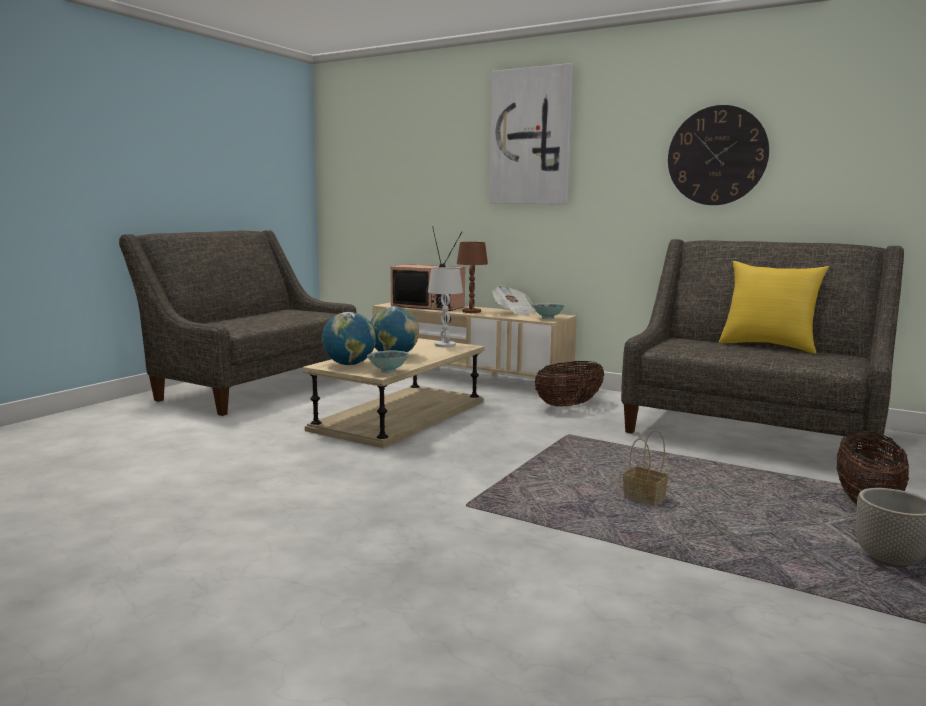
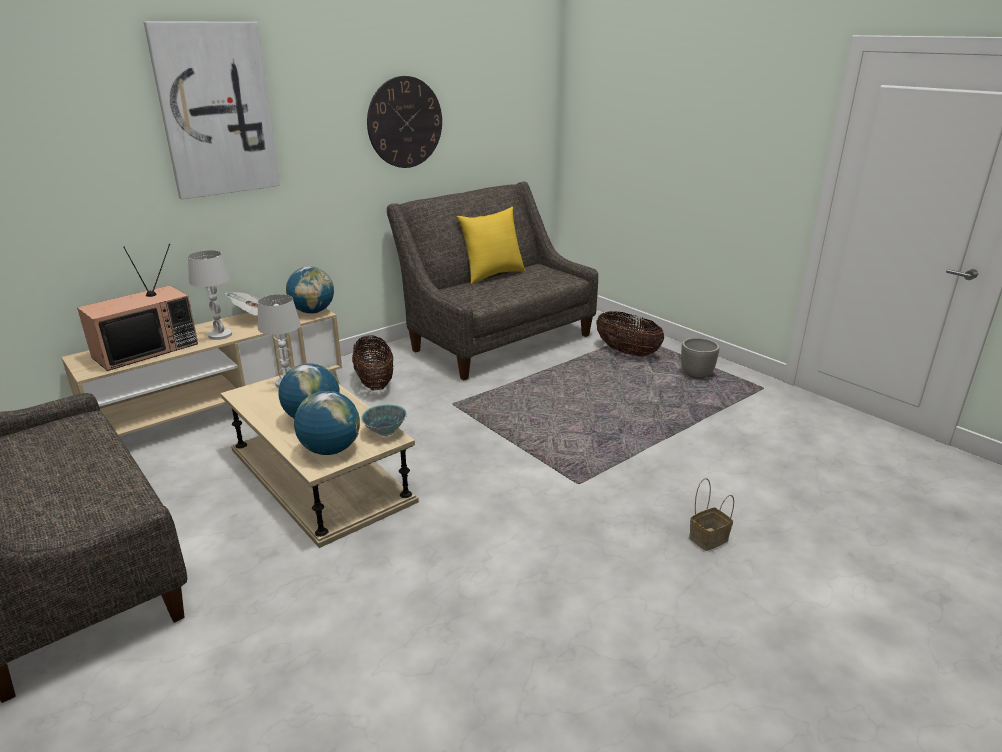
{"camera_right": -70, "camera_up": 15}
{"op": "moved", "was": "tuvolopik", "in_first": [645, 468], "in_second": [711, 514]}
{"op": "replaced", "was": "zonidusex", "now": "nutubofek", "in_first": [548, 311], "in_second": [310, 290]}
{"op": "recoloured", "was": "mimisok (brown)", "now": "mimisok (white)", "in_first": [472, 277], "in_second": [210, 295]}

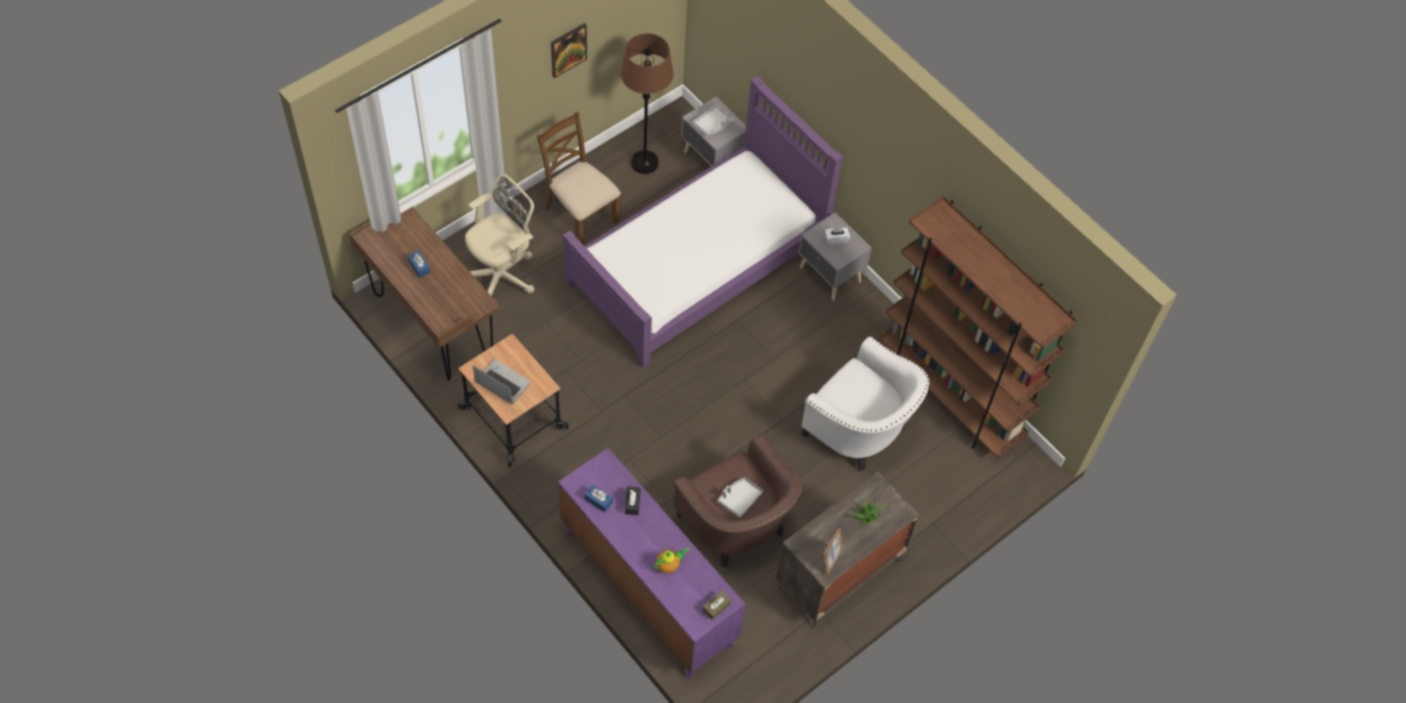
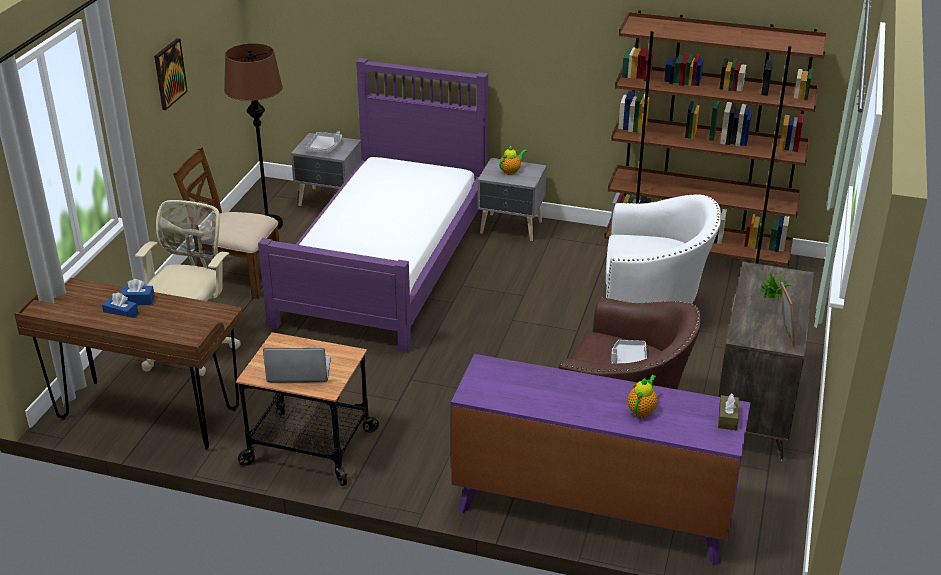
{"camera_right": -30, "camera_up": -25}
{"op": "removed", "was": "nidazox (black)", "in_first": [633, 500]}
{"op": "moved", "was": "nidazox (blue)", "in_first": [598, 498], "in_second": [137, 292]}
{"op": "replaced", "was": "nidazox (white)", "now": "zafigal", "in_first": [837, 236], "in_second": [513, 160]}

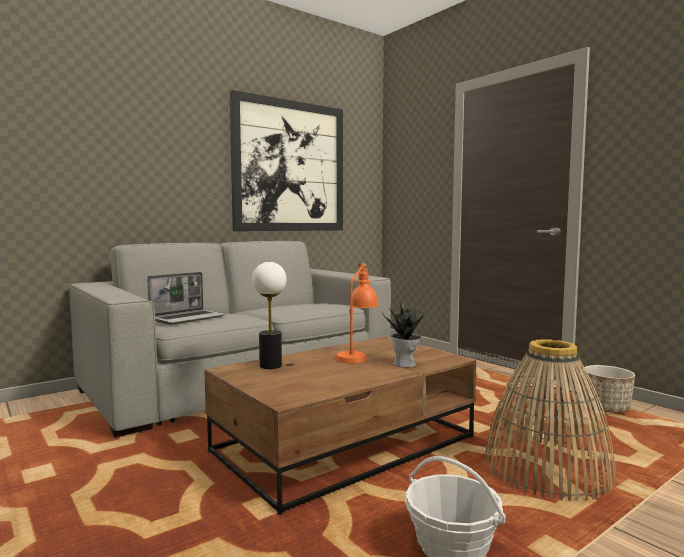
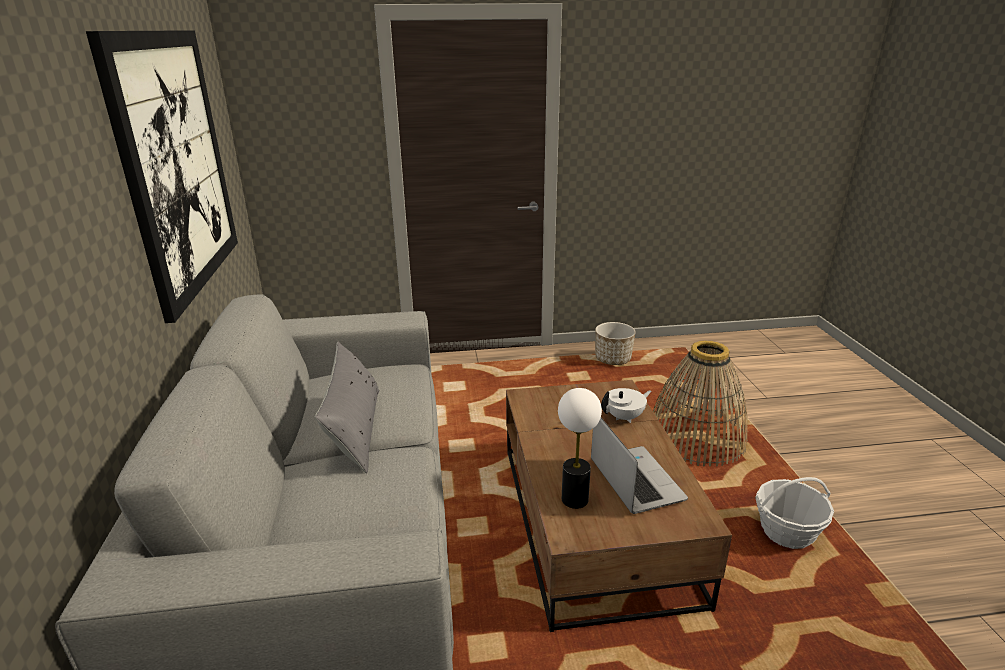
{"camera_right": -60, "camera_up": 20}
{"op": "removed", "was": "mimisok (orange)", "in_first": [357, 313]}
{"op": "added", "now": "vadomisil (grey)", "in_second": [347, 408]}
{"op": "moved", "was": "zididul", "in_first": [186, 298], "in_second": [639, 466]}
{"op": "replaced", "was": "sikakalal", "now": "zafigal (white)", "in_first": [403, 333], "in_second": [626, 405]}

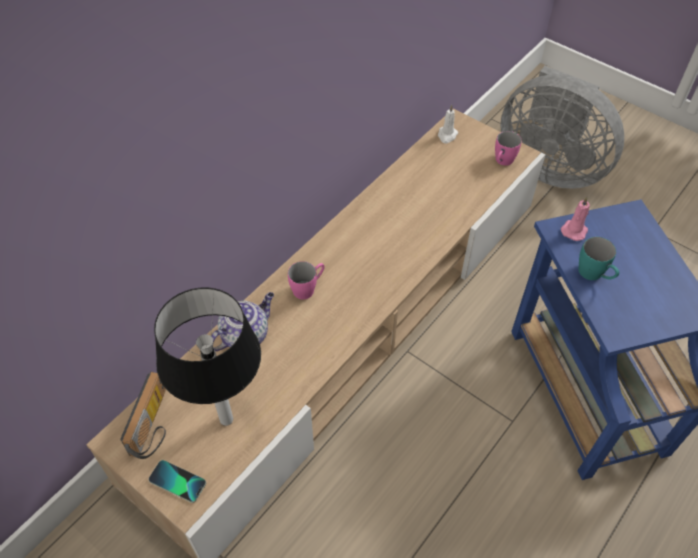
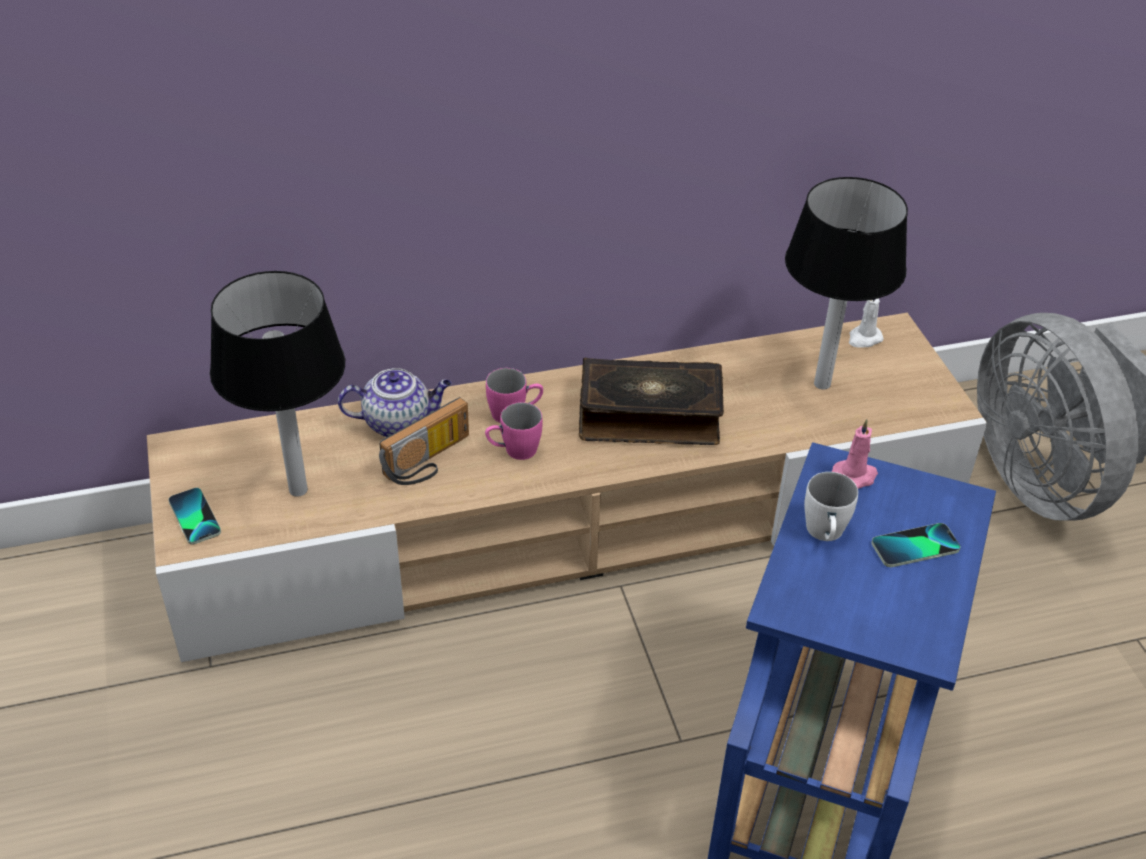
{"camera_right": 35, "camera_up": -10}
{"op": "added", "now": "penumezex", "in_second": [651, 401]}
{"op": "added", "now": "mimisok", "in_second": [846, 283]}
{"op": "added", "now": "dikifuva", "in_second": [916, 545]}
{"op": "moved", "was": "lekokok", "in_first": [143, 415], "in_second": [424, 441]}
{"op": "moved", "was": "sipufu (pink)", "in_first": [508, 148], "in_second": [514, 431]}
{"op": "recoloured", "was": "sipufu (turquoise)", "now": "sipufu (white)", "in_first": [598, 258], "in_second": [831, 506]}

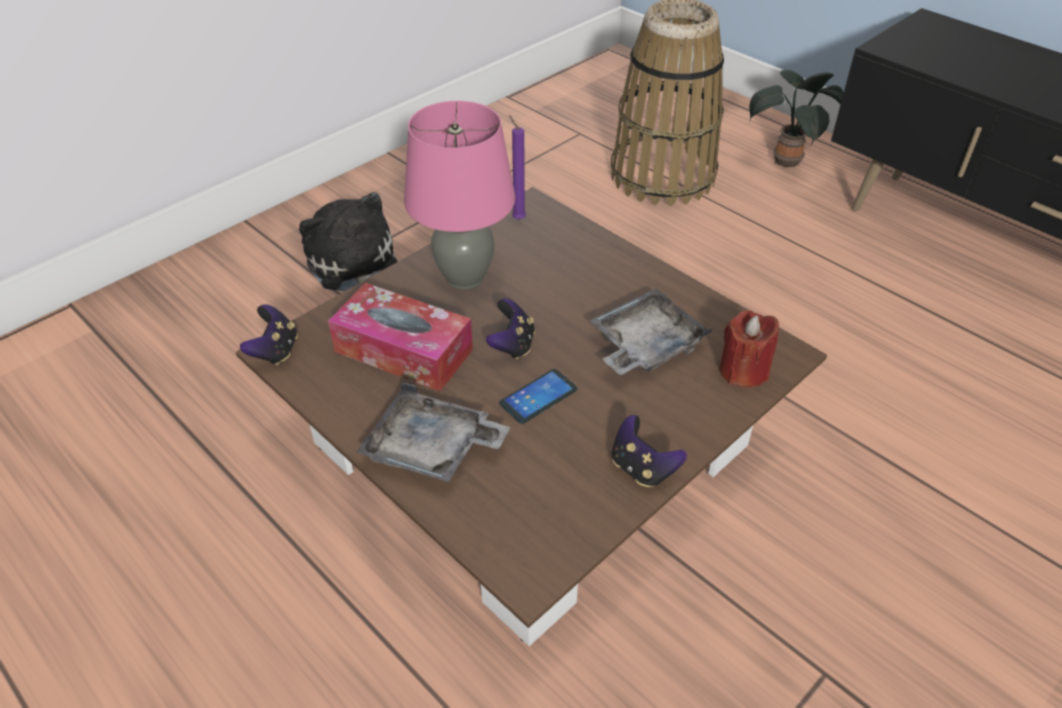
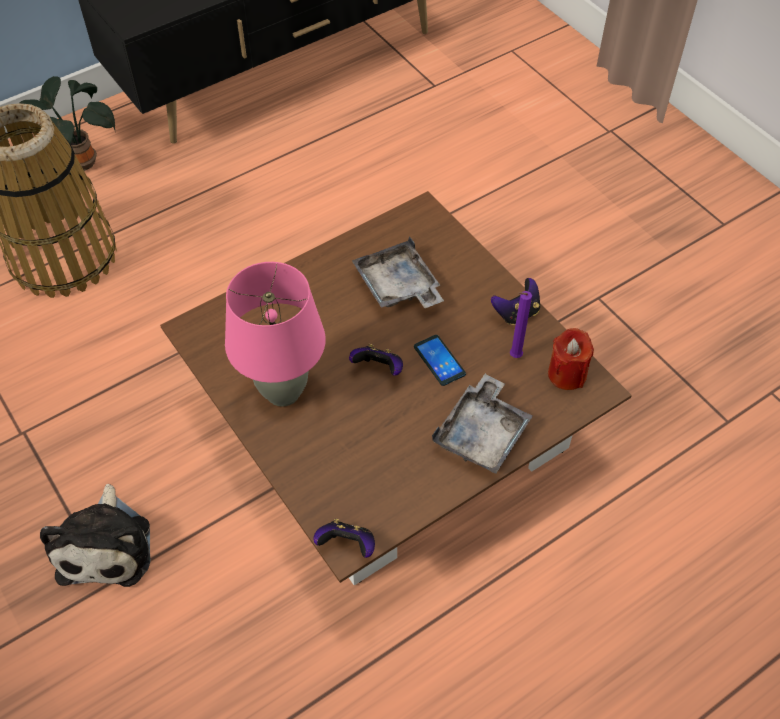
{"camera_right": -80, "camera_up": 10}
{"op": "removed", "was": "nidazox", "in_first": [400, 337]}
{"op": "moved", "was": "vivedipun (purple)", "in_first": [517, 167], "in_second": [521, 324]}
{"op": "moved", "was": "vivedipun (red)", "in_first": [749, 349], "in_second": [571, 359]}
{"op": "turned", "was": "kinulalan", "in_first": [348, 242], "in_second": [95, 535], "clockwise": -75}

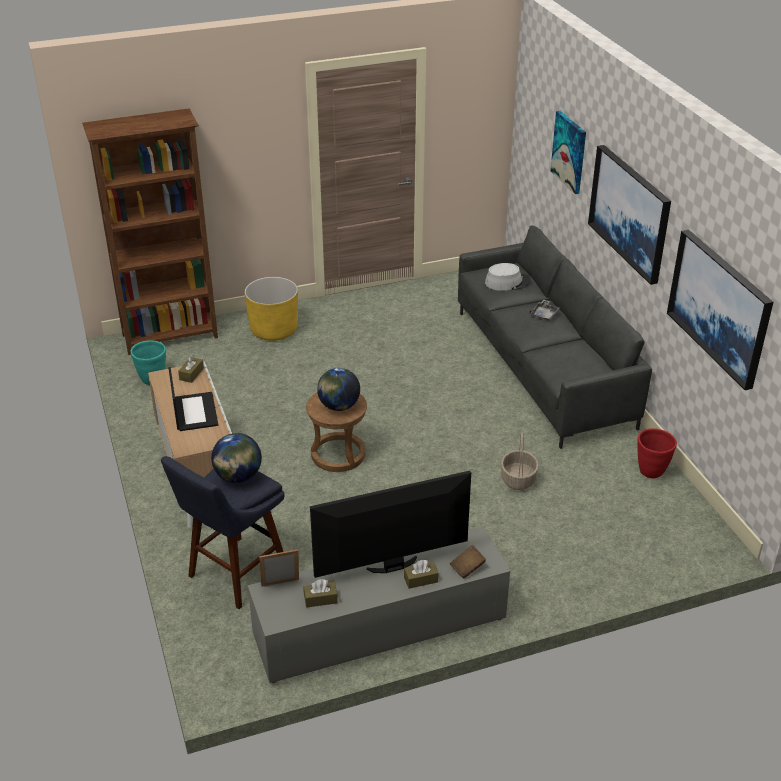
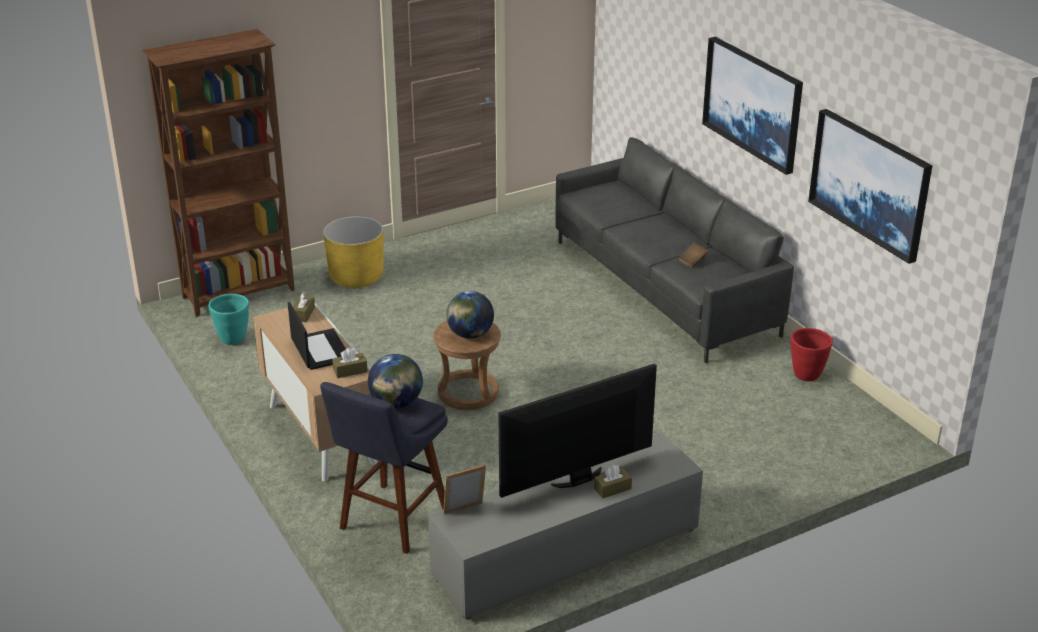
{"camera_right": -10, "camera_up": -5}
{"op": "removed", "was": "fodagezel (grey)", "in_first": [508, 277]}
{"op": "removed", "was": "tuvolopik", "in_first": [520, 461]}
{"op": "removed", "was": "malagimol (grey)", "in_first": [544, 310]}
{"op": "removed", "was": "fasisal", "in_first": [568, 152]}
{"op": "moved", "was": "nidazox (brown)", "in_first": [321, 593], "in_second": [350, 363]}
{"op": "moved", "was": "penumezex (brown)", "in_first": [468, 562], "in_second": [693, 255]}

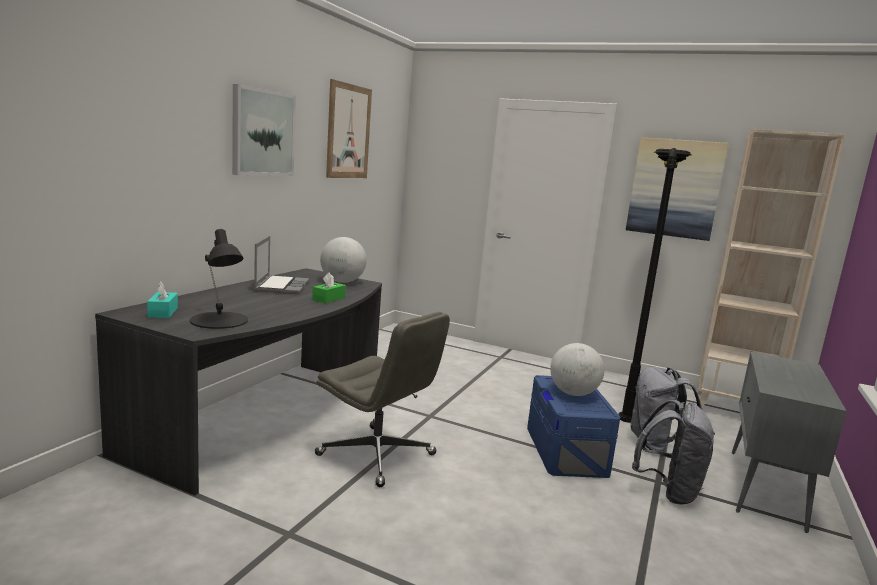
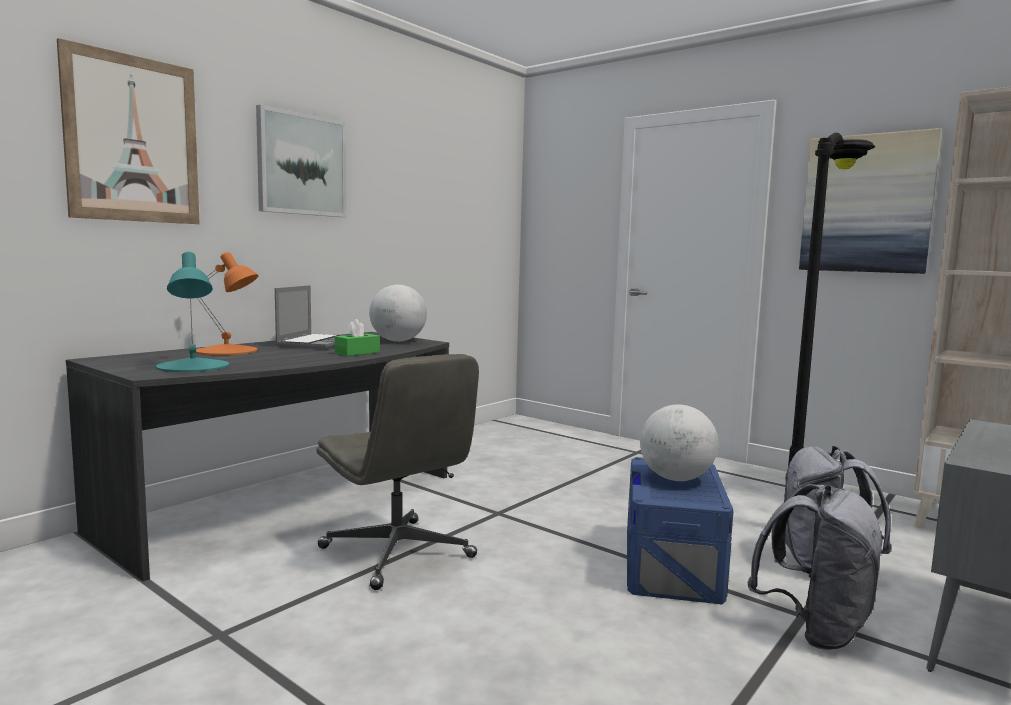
{"camera_right": 15, "camera_up": -5}
{"op": "removed", "was": "nidazox (turquoise)", "in_first": [162, 299]}
{"op": "added", "now": "mimisok (orange)", "in_second": [227, 303]}
{"op": "moved", "was": "fasisal", "in_first": [349, 128], "in_second": [128, 131]}
{"op": "recoloured", "was": "mimisok (black)", "now": "mimisok (turquoise)", "in_first": [219, 279], "in_second": [192, 312]}

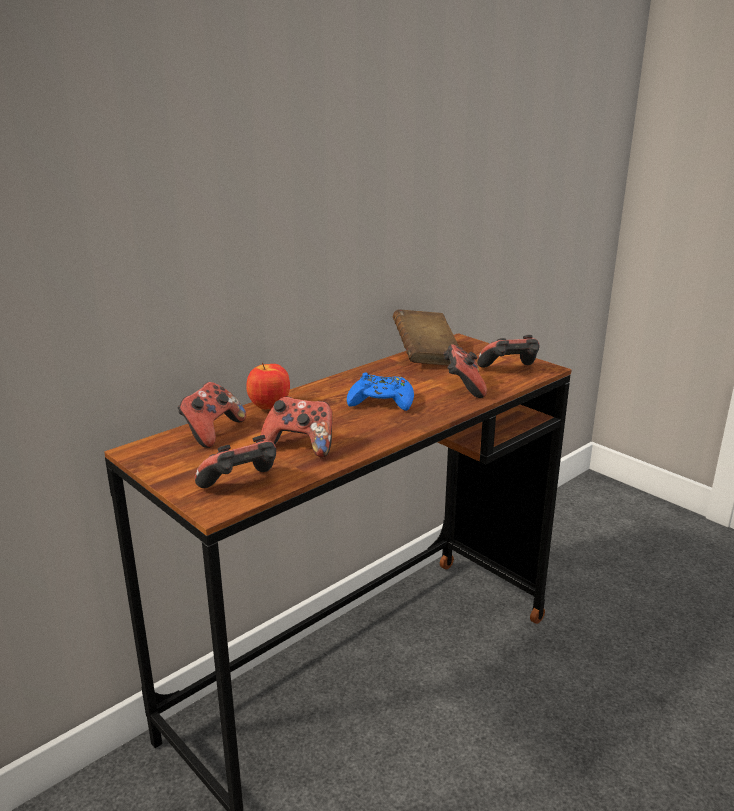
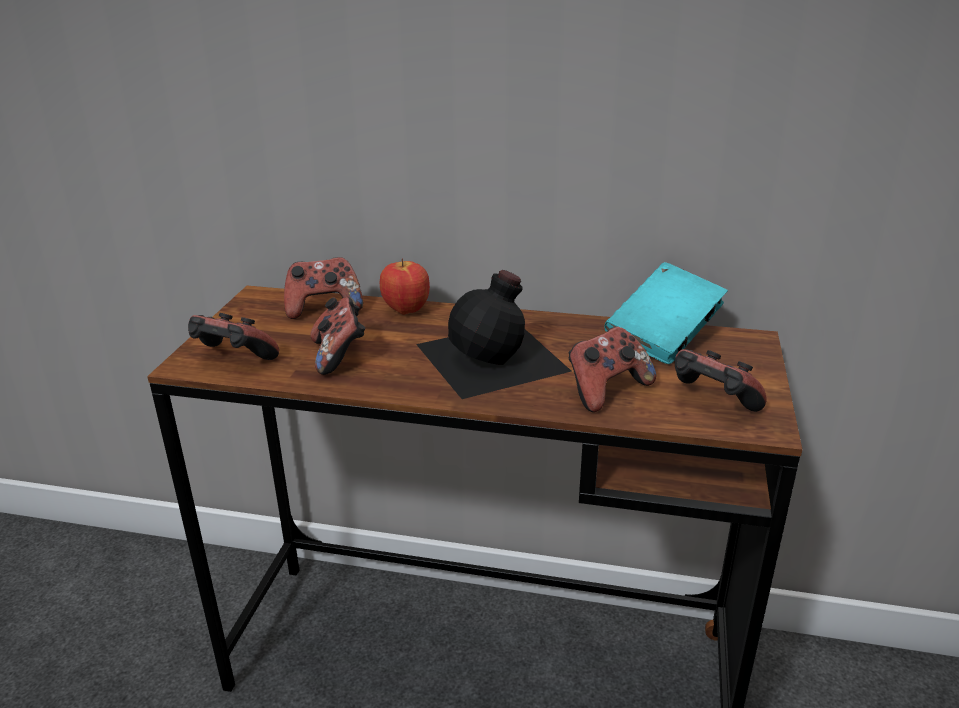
{"camera_right": 55, "camera_up": 5}
{"op": "replaced", "was": "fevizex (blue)", "now": "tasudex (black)", "in_first": [380, 391], "in_second": [493, 334]}
{"op": "recoloured", "was": "penumezex (brown)", "now": "penumezex (turquoise)", "in_first": [426, 337], "in_second": [666, 313]}

